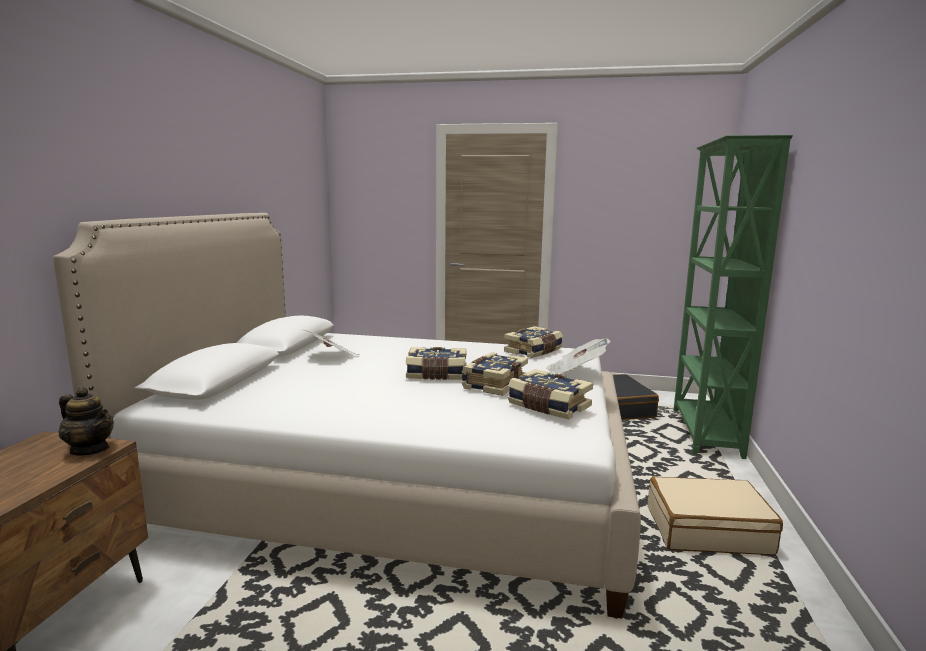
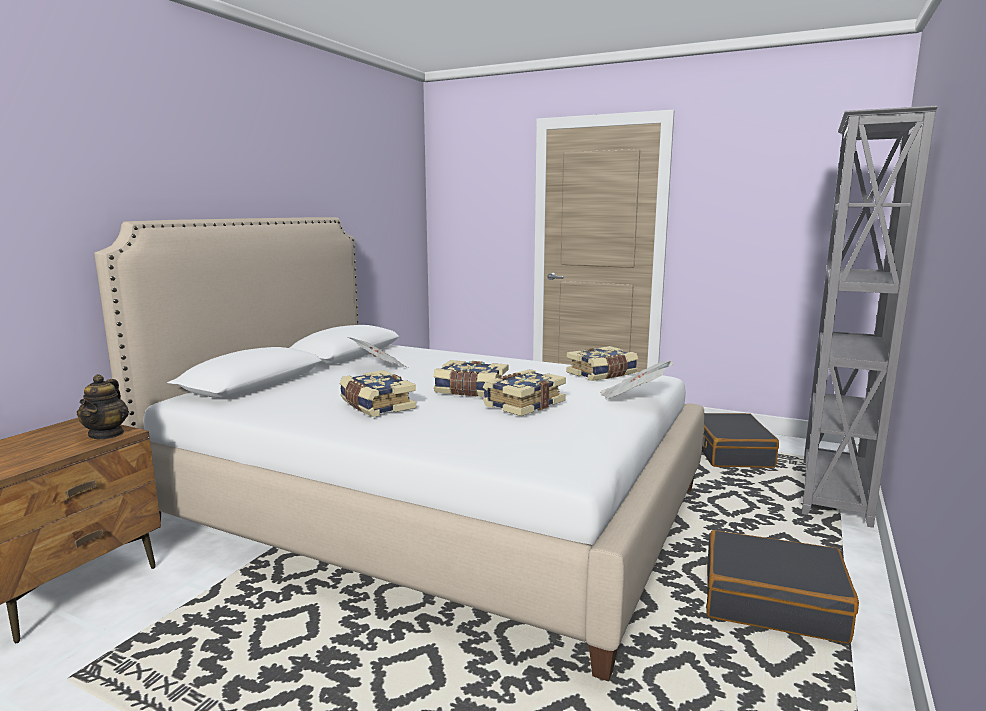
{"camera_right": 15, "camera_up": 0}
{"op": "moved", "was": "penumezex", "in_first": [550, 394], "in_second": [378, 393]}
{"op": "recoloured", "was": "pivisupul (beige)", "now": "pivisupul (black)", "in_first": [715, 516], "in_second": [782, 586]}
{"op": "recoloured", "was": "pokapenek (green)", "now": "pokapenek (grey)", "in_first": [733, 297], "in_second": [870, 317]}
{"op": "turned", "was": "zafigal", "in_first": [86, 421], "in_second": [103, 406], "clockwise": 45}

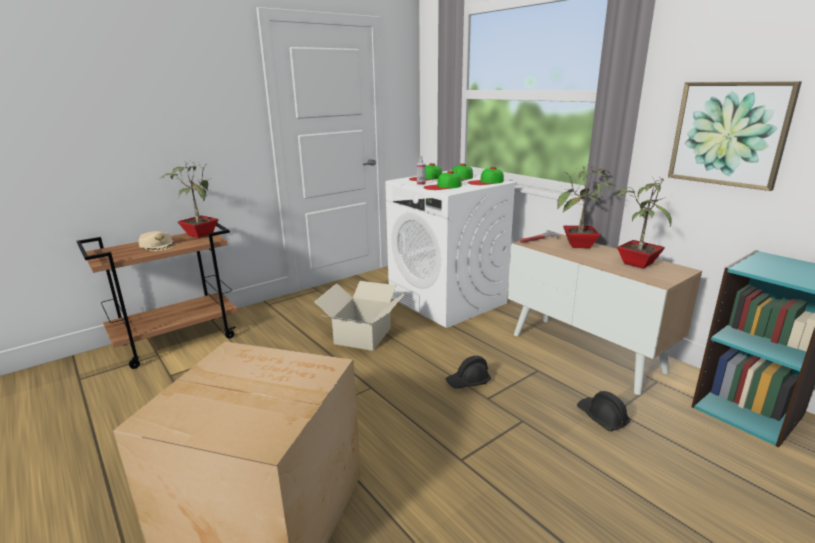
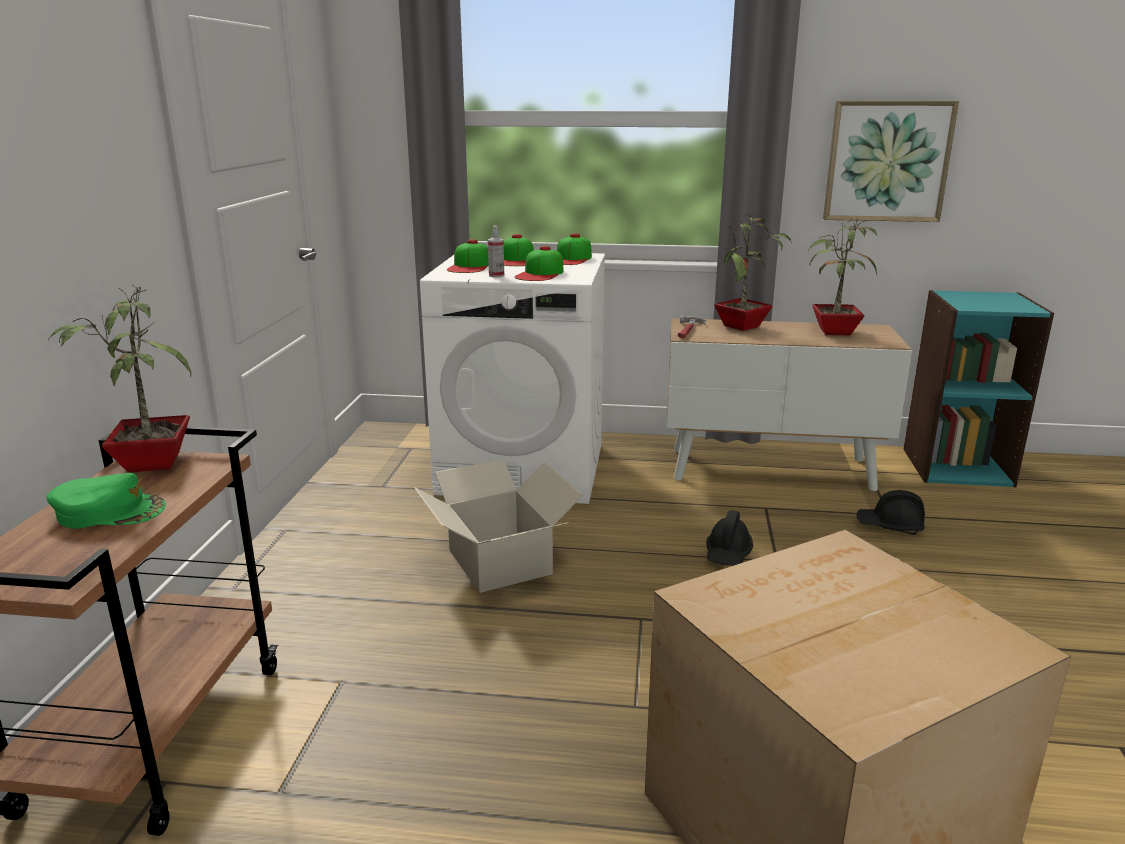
{"camera_right": -45, "camera_up": 0}
{"op": "recoloured", "was": "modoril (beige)", "now": "modoril (green)", "in_first": [156, 241], "in_second": [106, 501]}

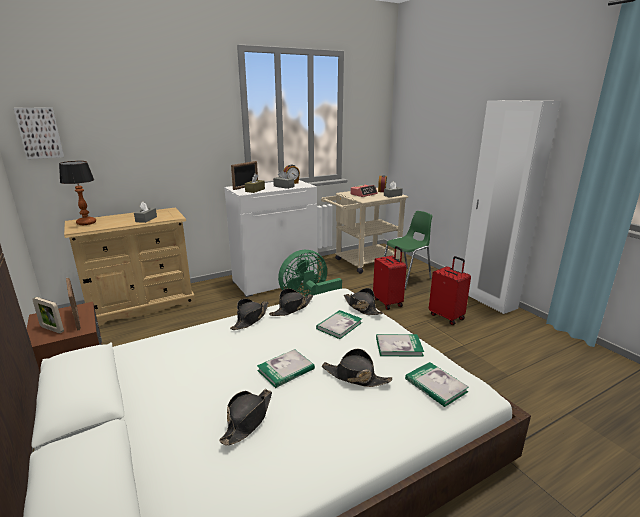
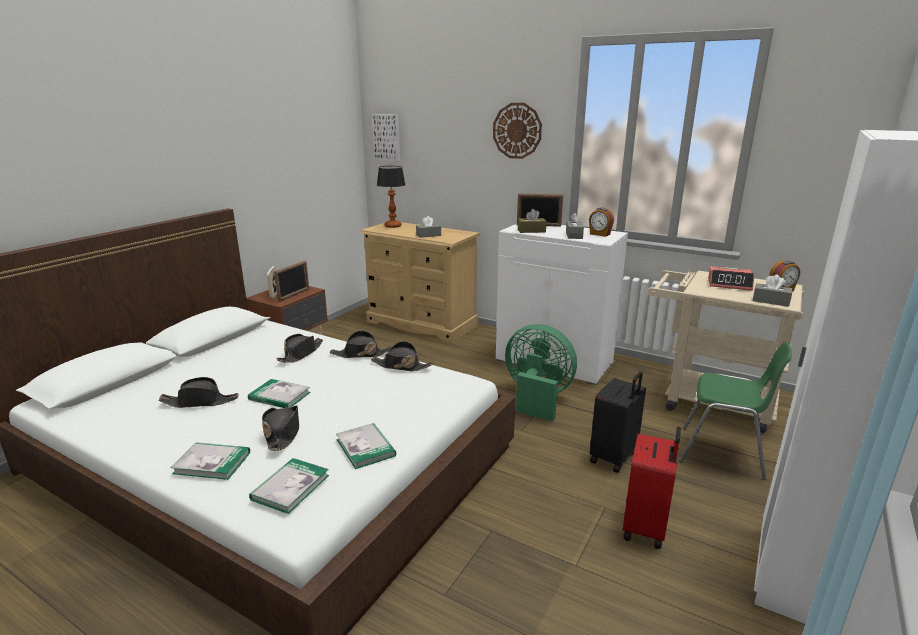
{"camera_right": 60, "camera_up": 0}
{"op": "added", "now": "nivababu", "in_second": [517, 131]}
{"op": "moved", "was": "penumezex", "in_first": [339, 324], "in_second": [210, 461]}
{"op": "moved", "was": "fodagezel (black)", "in_first": [364, 301], "in_second": [299, 348]}
{"op": "recoloured", "was": "pivisupul (red)", "now": "pivisupul (black)", "in_first": [390, 278], "in_second": [618, 422]}

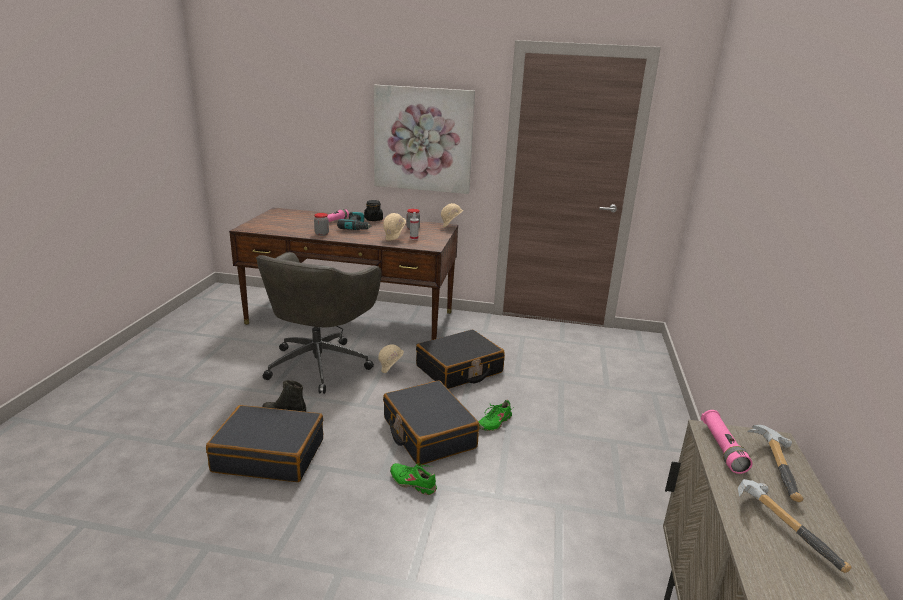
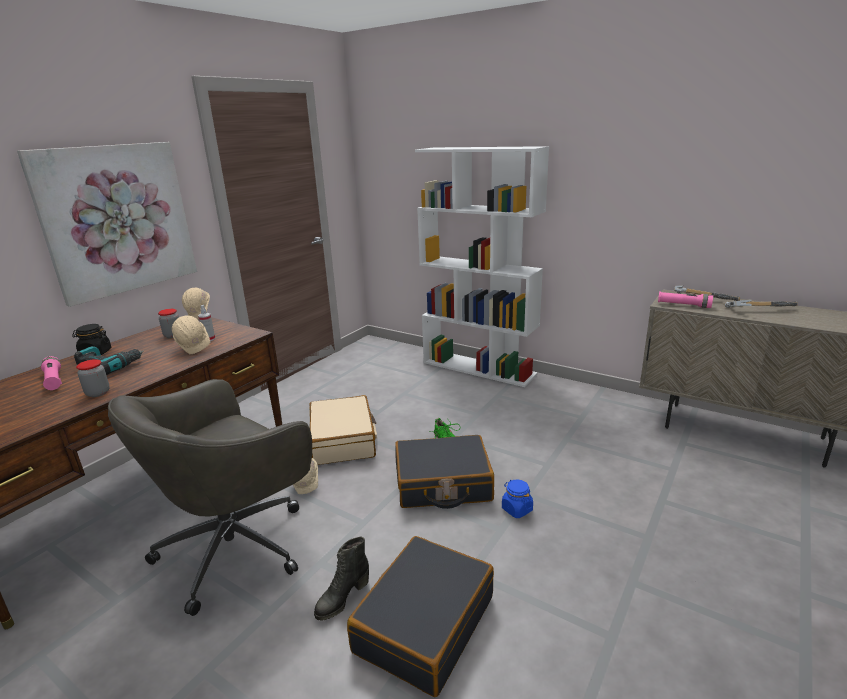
{"camera_right": -65, "camera_up": 0}
{"op": "added", "now": "pokapenek (white)", "in_second": [482, 266]}
{"op": "replaced", "was": "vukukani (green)", "now": "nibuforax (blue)", "in_first": [413, 479], "in_second": [517, 499]}
{"op": "recoloured", "was": "pivisupul (black)", "now": "pivisupul (beige)", "in_first": [460, 359], "in_second": [343, 430]}
{"op": "turned", "was": "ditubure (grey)", "in_first": [318, 323], "in_second": [210, 497], "clockwise": 90}

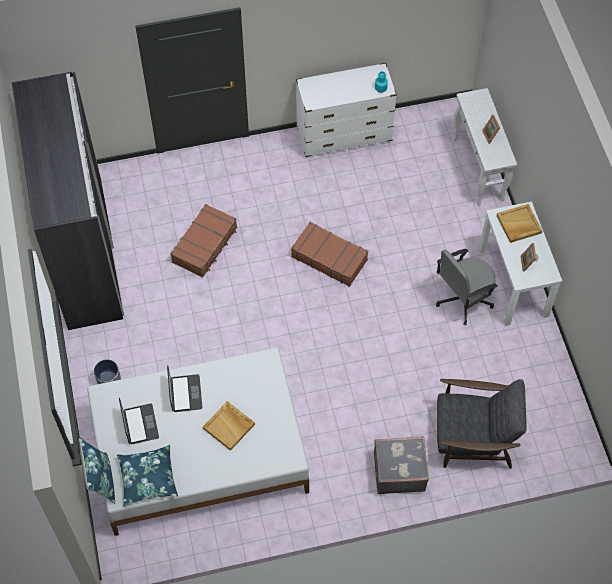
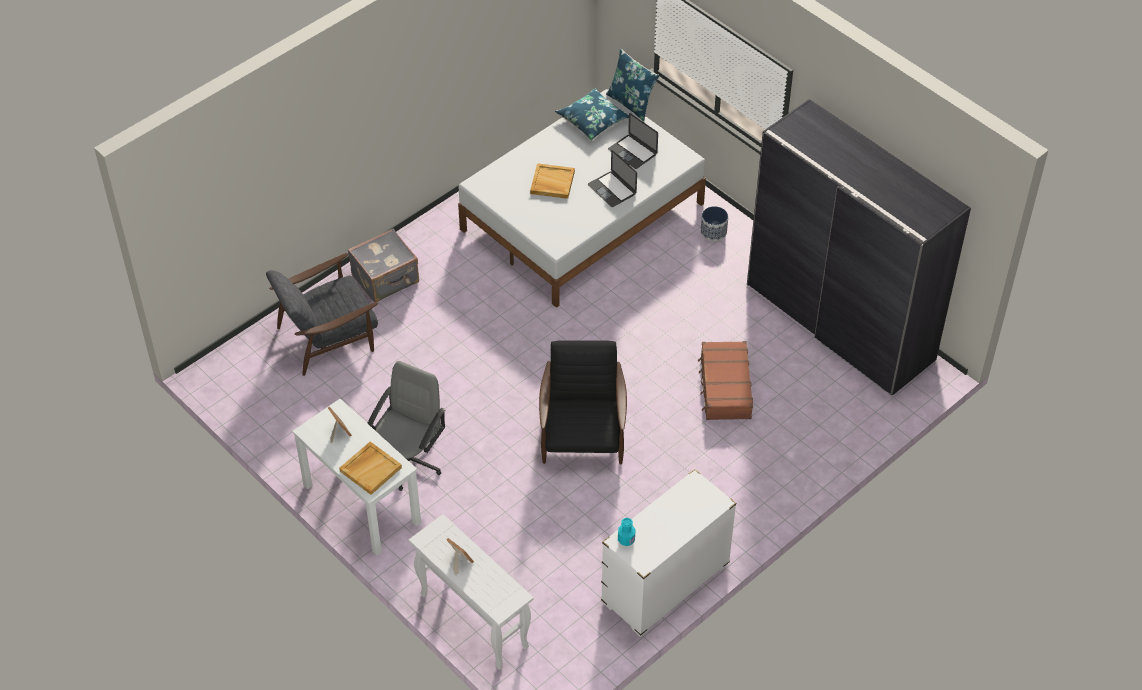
{"camera_right": 150, "camera_up": -10}
{"op": "replaced", "was": "pivisupul (brown)", "now": "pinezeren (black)", "in_first": [329, 254], "in_second": [583, 402]}

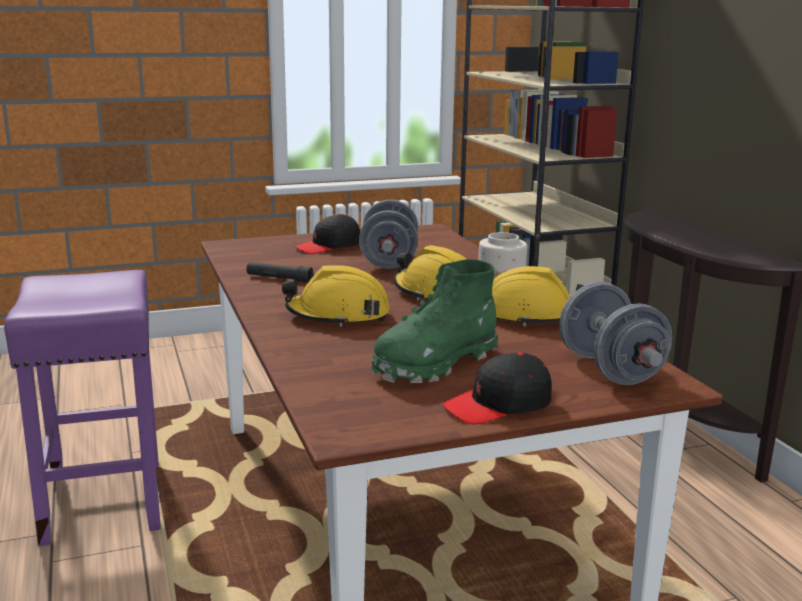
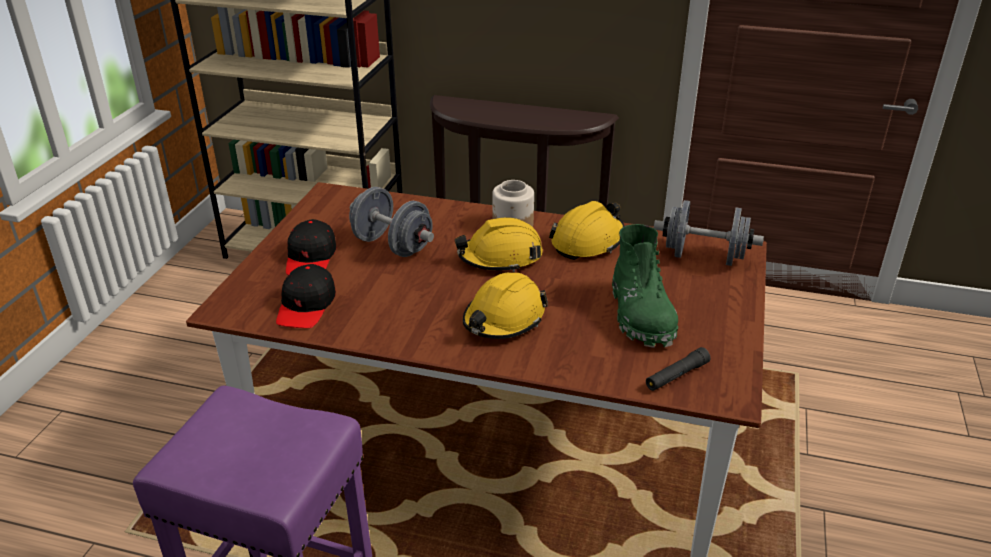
{"camera_right": -55, "camera_up": 15}
{"op": "moved", "was": "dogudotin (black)", "in_first": [279, 272], "in_second": [678, 369]}
{"op": "moved", "was": "modoril (black)", "in_first": [497, 388], "in_second": [306, 296]}

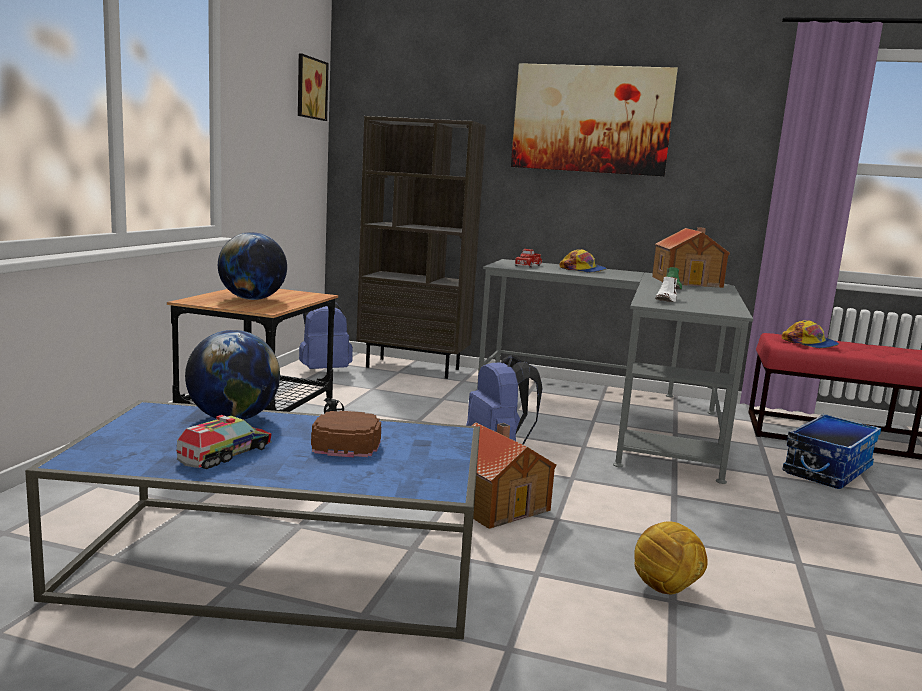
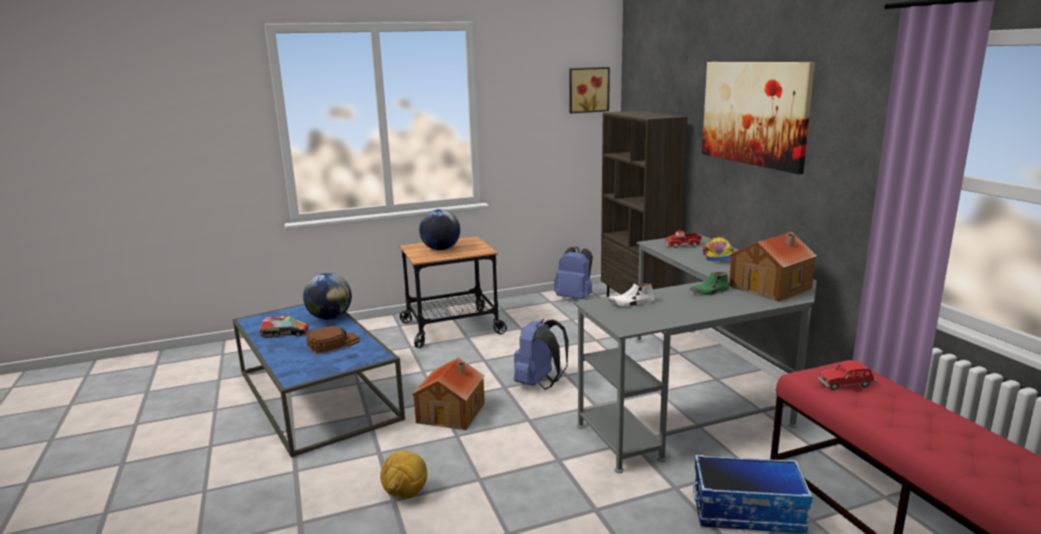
{"camera_right": 55, "camera_up": 5}
{"op": "replaced", "was": "modoril", "now": "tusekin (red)", "in_first": [810, 334], "in_second": [847, 375]}

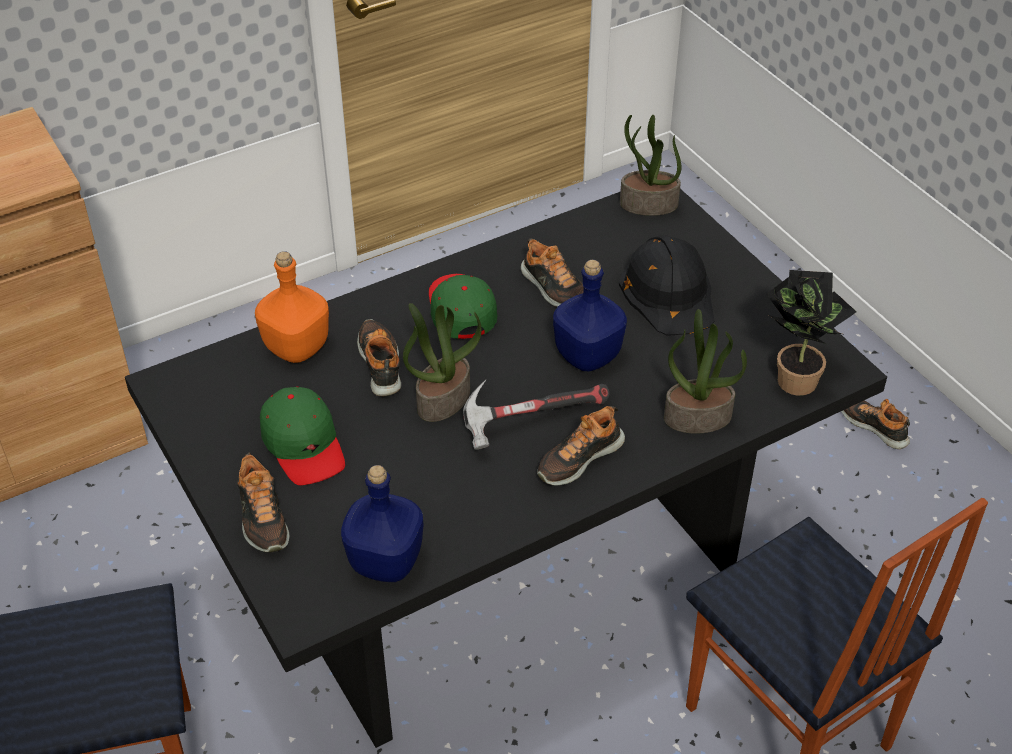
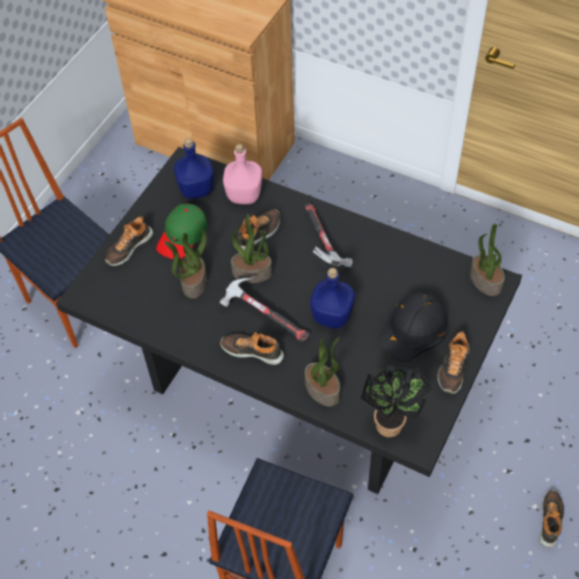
{"camera_right": 60, "camera_up": 10}
{"op": "added", "now": "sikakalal", "in_second": [185, 263]}
{"op": "moved", "was": "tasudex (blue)", "in_first": [382, 523], "in_second": [194, 168]}
{"op": "moved", "was": "vukukani", "in_first": [552, 272], "in_second": [453, 362]}
{"op": "replaced", "was": "modoril (green)", "now": "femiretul", "in_first": [463, 306], "in_second": [329, 235]}
{"op": "recoloured", "was": "tasudex (orange)", "now": "tasudex (pink)", "in_first": [292, 307], "in_second": [242, 174]}

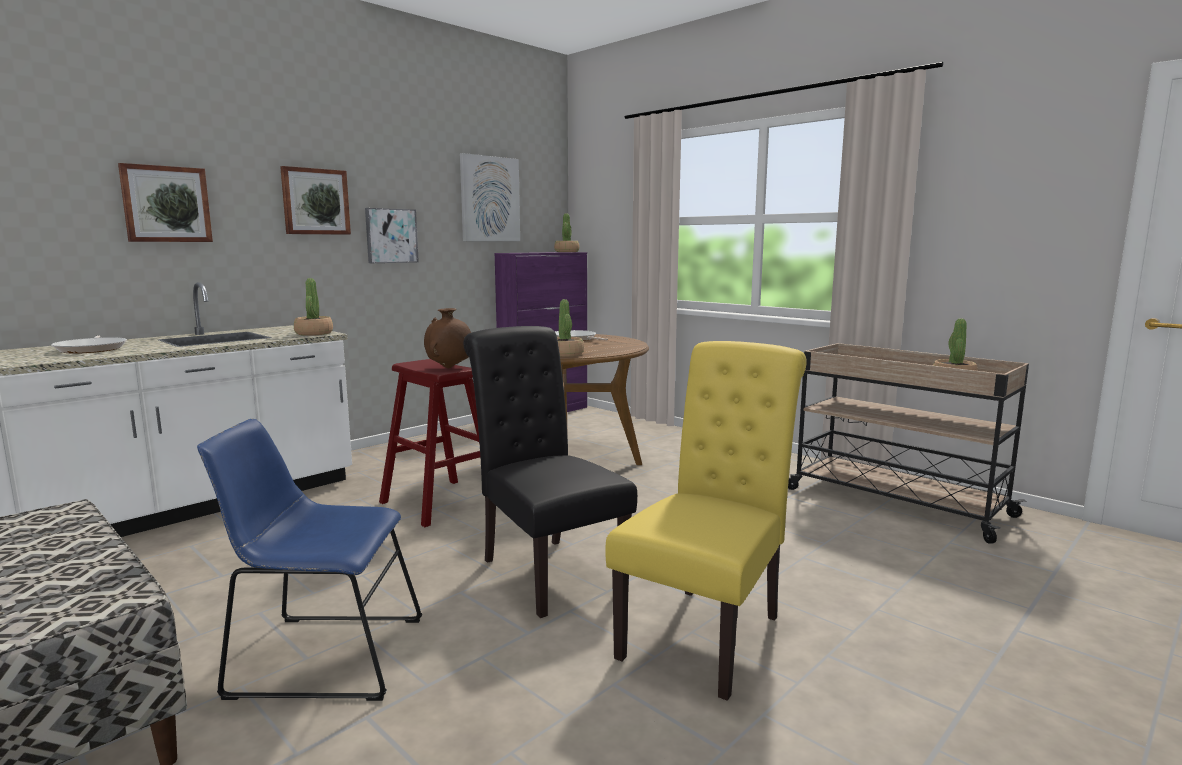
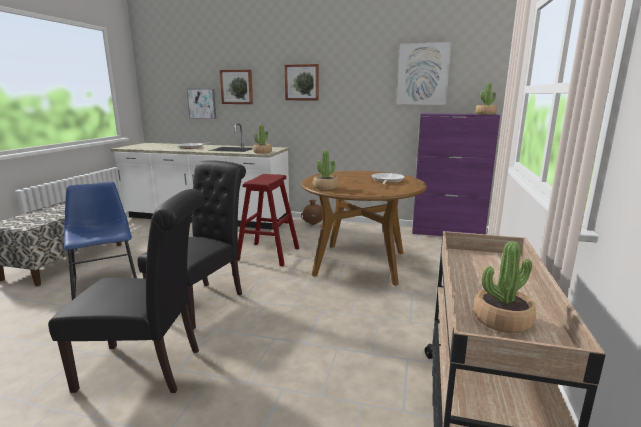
{"camera_right": 60, "camera_up": 5}
{"op": "moved", "was": "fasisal", "in_first": [392, 235], "in_second": [201, 104]}
{"op": "moved", "was": "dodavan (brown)", "in_first": [447, 338], "in_second": [312, 212]}
{"op": "recoloured", "was": "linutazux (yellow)", "now": "linutazux (black)", "in_first": [706, 521], "in_second": [126, 291]}

